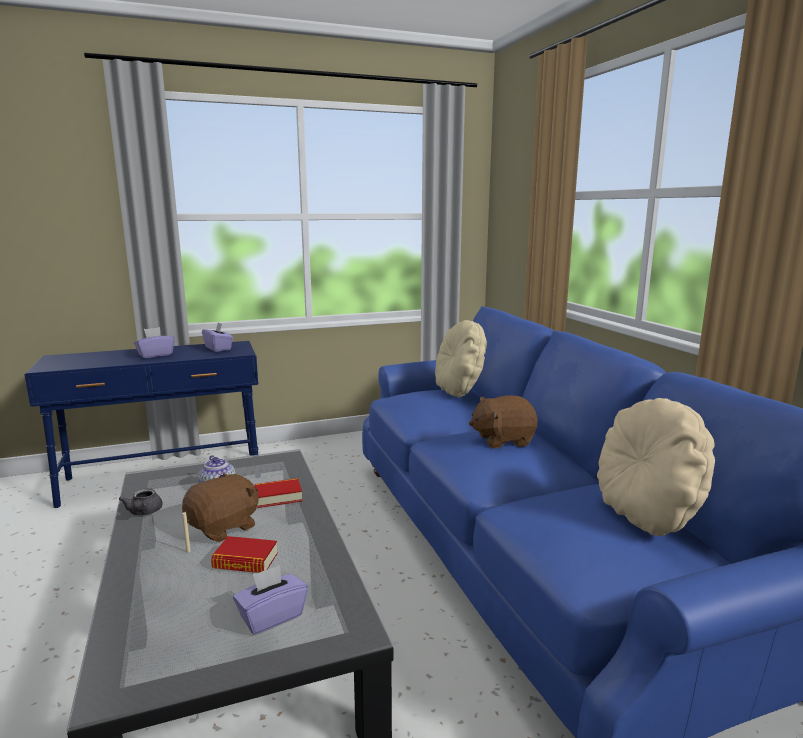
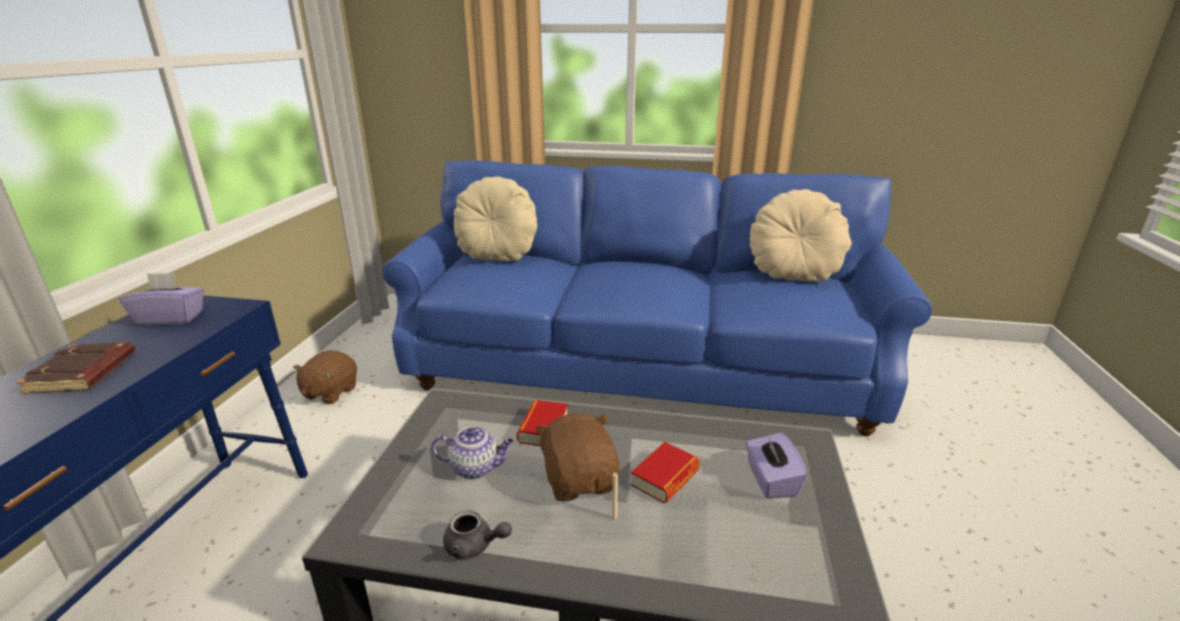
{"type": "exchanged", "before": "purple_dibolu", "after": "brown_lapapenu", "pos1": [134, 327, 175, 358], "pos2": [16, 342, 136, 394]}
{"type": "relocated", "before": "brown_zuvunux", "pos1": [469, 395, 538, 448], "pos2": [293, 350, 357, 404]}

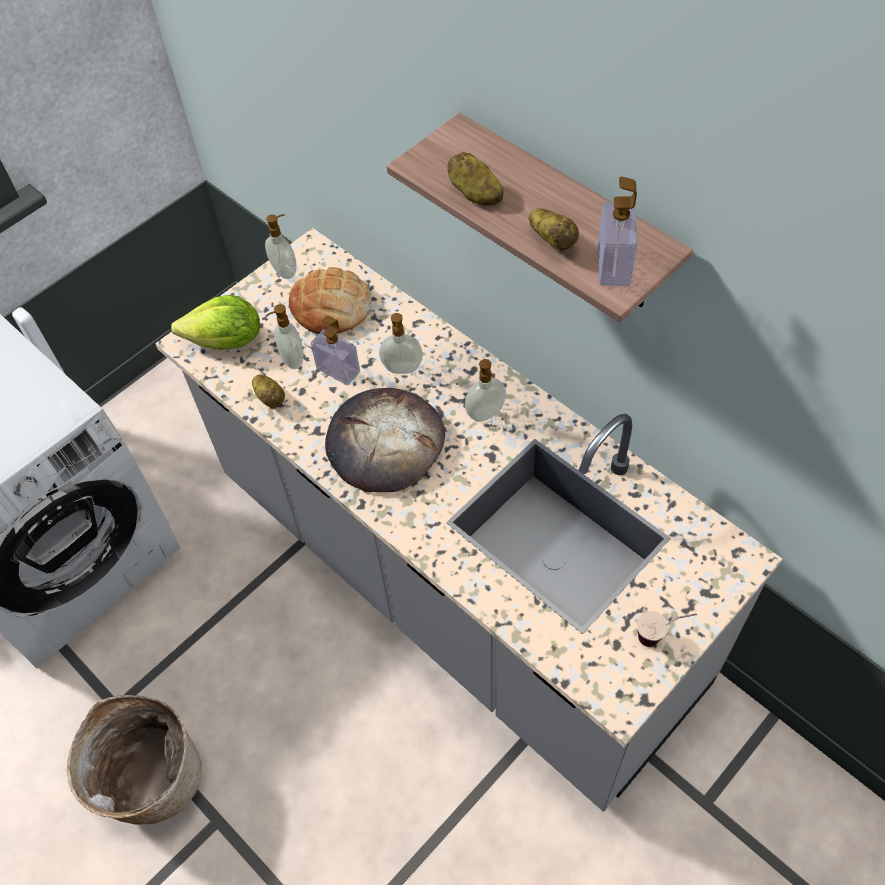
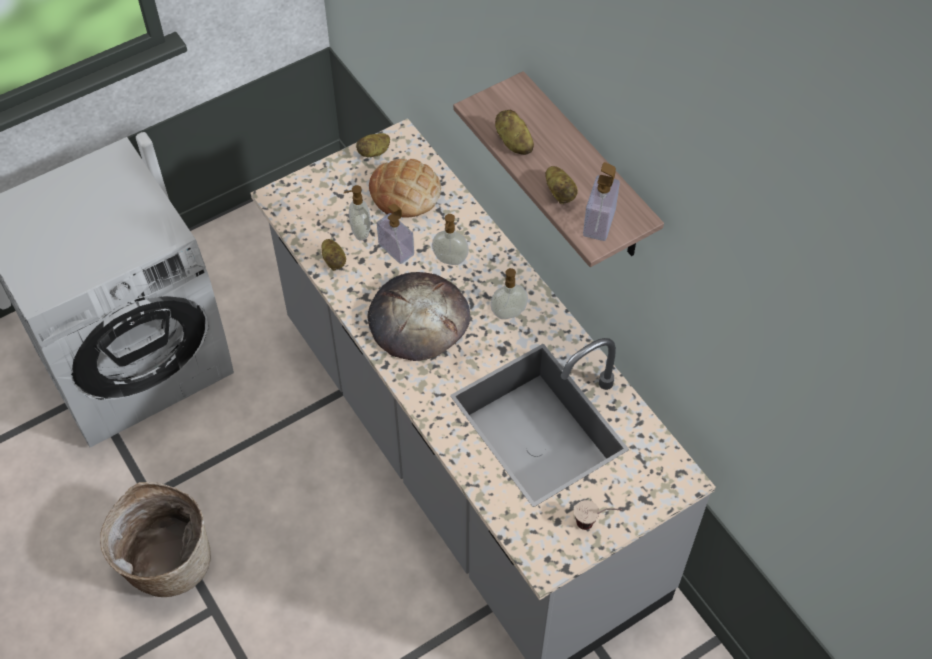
{"type": "exchanged", "before": "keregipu", "after": "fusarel", "pos1": [265, 214, 297, 279], "pos2": [356, 133, 390, 157]}
{"type": "missing", "before": "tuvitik", "pos1": [171, 295, 260, 350]}

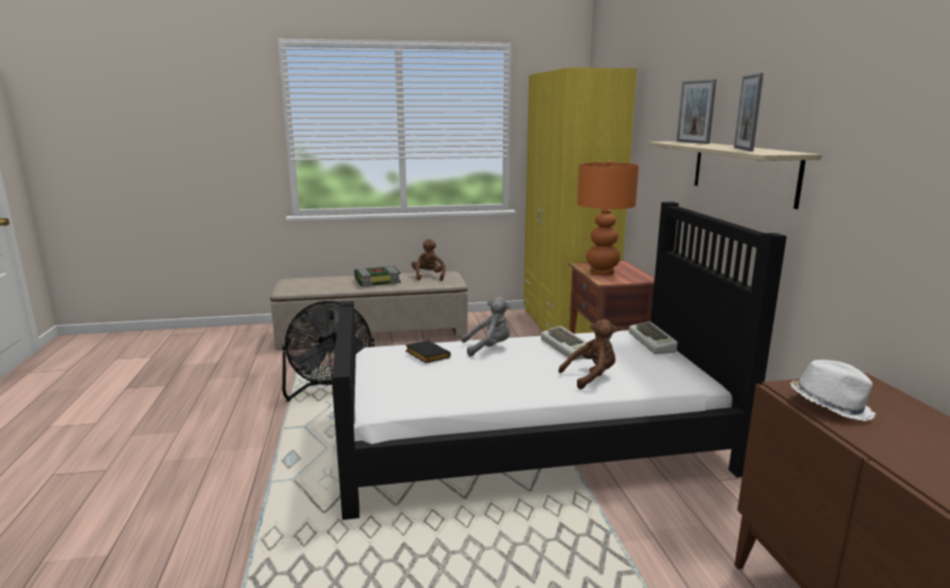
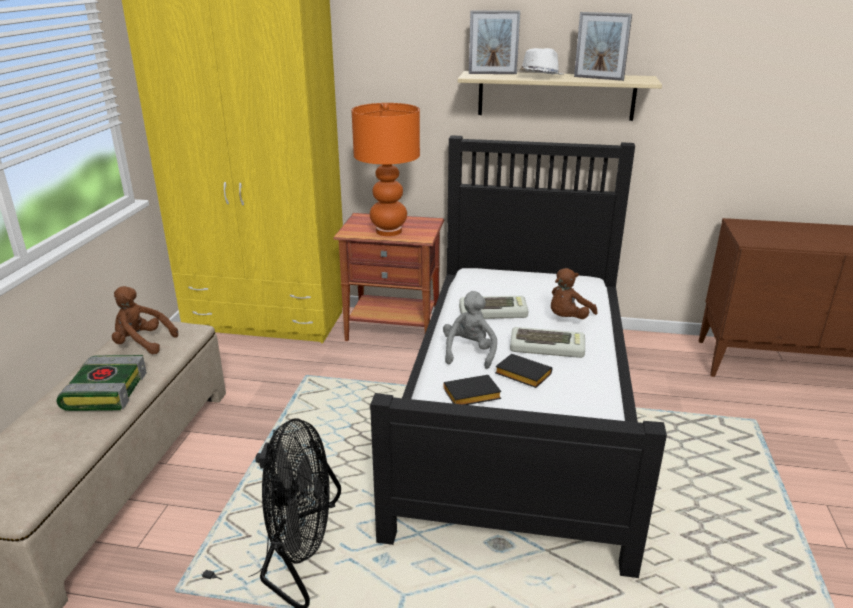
{"type": "spun", "before": "brown_zuvunux", "pos1": [558, 319, 617, 389], "pos2": [551, 268, 597, 319], "turn": -135}
{"type": "relocated", "before": "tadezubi", "pos1": [629, 322, 678, 354], "pos2": [510, 327, 585, 358]}
{"type": "relocated", "before": "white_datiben", "pos1": [790, 360, 876, 421], "pos2": [519, 48, 564, 75]}
{"type": "appeared", "after": "black_lapapenu", "pos2": [495, 354, 552, 388]}

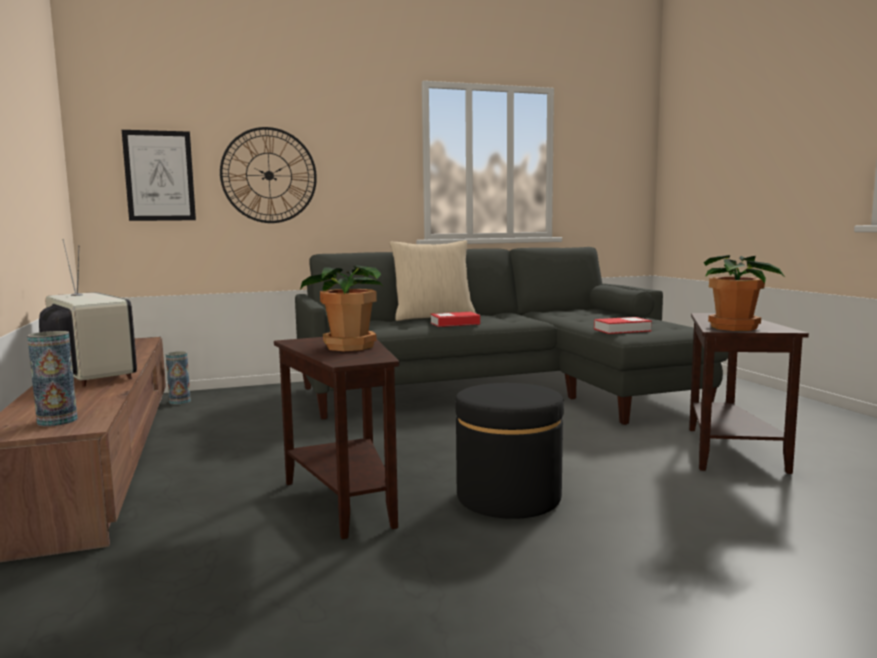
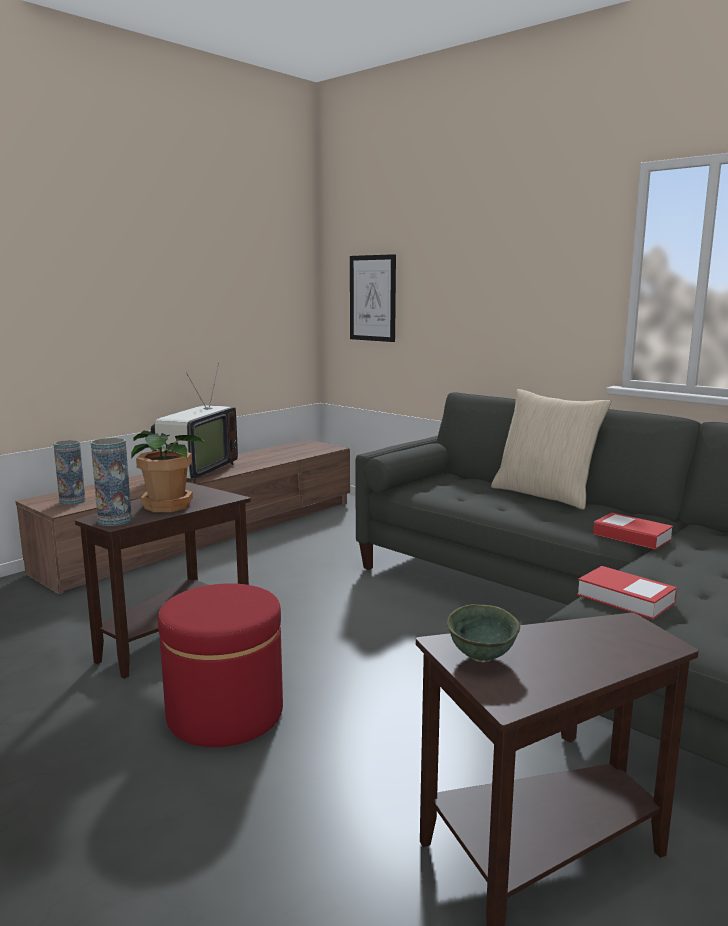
{"type": "missing", "before": "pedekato", "pos1": [220, 127, 317, 223]}
{"type": "exchanged", "before": "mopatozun", "after": "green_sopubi", "pos1": [704, 255, 785, 331], "pos2": [447, 604, 520, 663]}
{"type": "relocated", "before": "lapapenu", "pos1": [430, 312, 480, 327], "pos2": [593, 513, 673, 550]}
{"type": "relocated", "before": "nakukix", "pos1": [166, 351, 191, 405], "pos2": [91, 438, 132, 526]}
{"type": "colour", "before": "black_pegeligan", "after": "red_pegeligan", "pos1": [455, 383, 564, 519], "pos2": [158, 583, 283, 747]}

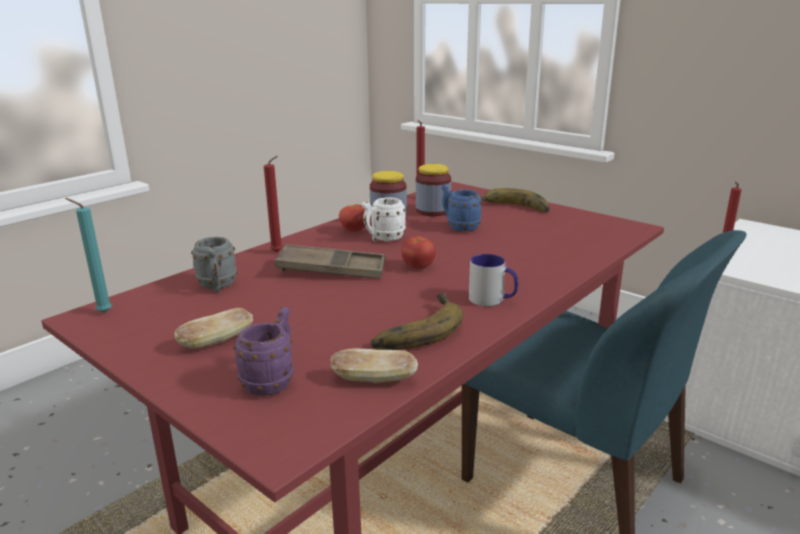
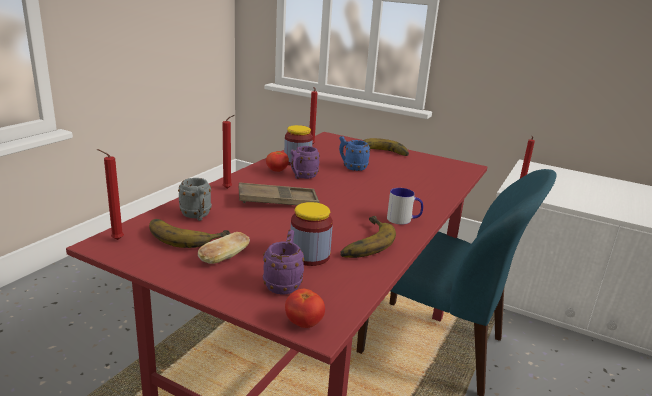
{"type": "relocated", "before": "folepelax", "pos1": [416, 164, 451, 216], "pos2": [291, 202, 333, 266]}
{"type": "colour", "before": "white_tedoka", "after": "purple_tedoka", "pos1": [362, 197, 406, 242], "pos2": [291, 146, 320, 179]}
{"type": "colour", "before": "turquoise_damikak", "after": "red_damikak", "pos1": [65, 198, 112, 313], "pos2": [97, 149, 124, 240]}
{"type": "relocated", "before": "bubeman", "pos1": [401, 236, 436, 269], "pos2": [285, 289, 325, 328]}
{"type": "missing", "before": "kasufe", "pos1": [330, 349, 418, 383]}
{"type": "appeared", "after": "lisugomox", "pos2": [149, 219, 231, 248]}

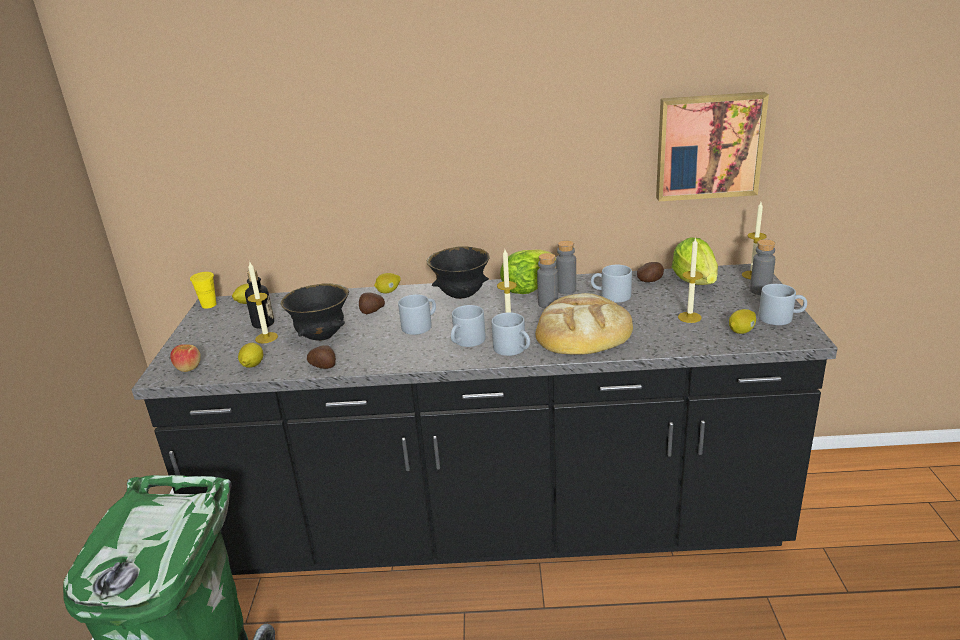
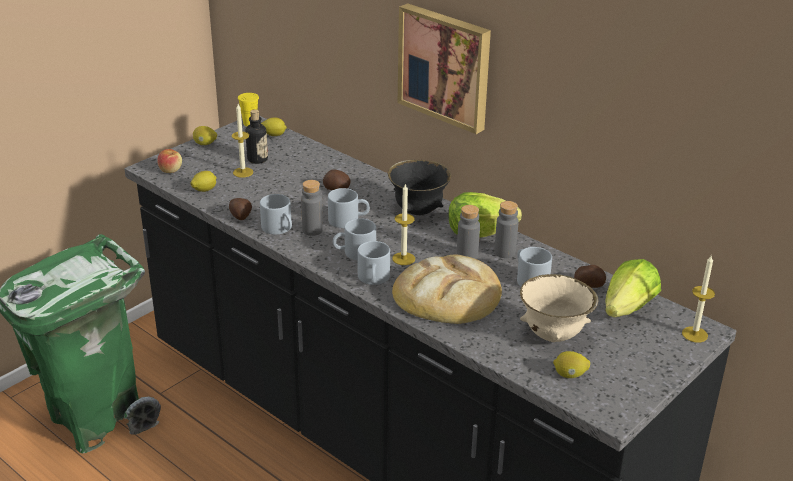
{"type": "relocated", "before": "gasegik", "pos1": [656, 92, 769, 201], "pos2": [398, 3, 491, 134]}
{"type": "exchanged", "before": "damikak", "after": "beige_sopubi", "pos1": [678, 237, 703, 323], "pos2": [520, 274, 598, 342]}
{"type": "relocated", "before": "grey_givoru", "pos1": [750, 239, 776, 295], "pos2": [301, 180, 323, 236]}
{"type": "relocated", "before": "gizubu", "pos1": [374, 273, 401, 293], "pos2": [193, 126, 217, 145]}
{"type": "missing", "before": "black_sopubi", "pos1": [281, 283, 349, 341]}
{"type": "relocated", "before": "grey_tedoka", "pos1": [759, 284, 807, 325], "pos2": [260, 194, 292, 235]}

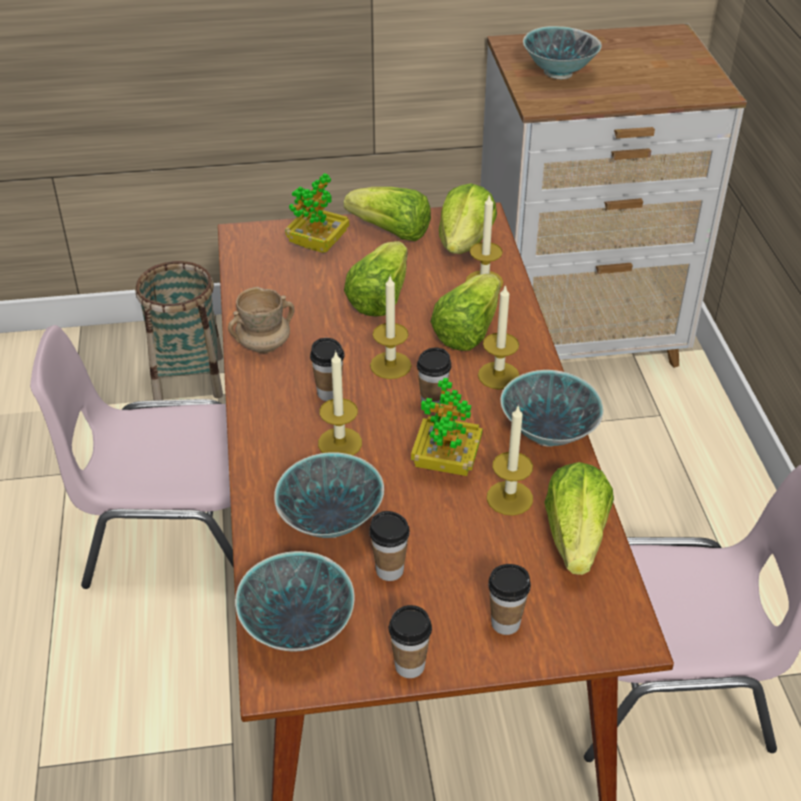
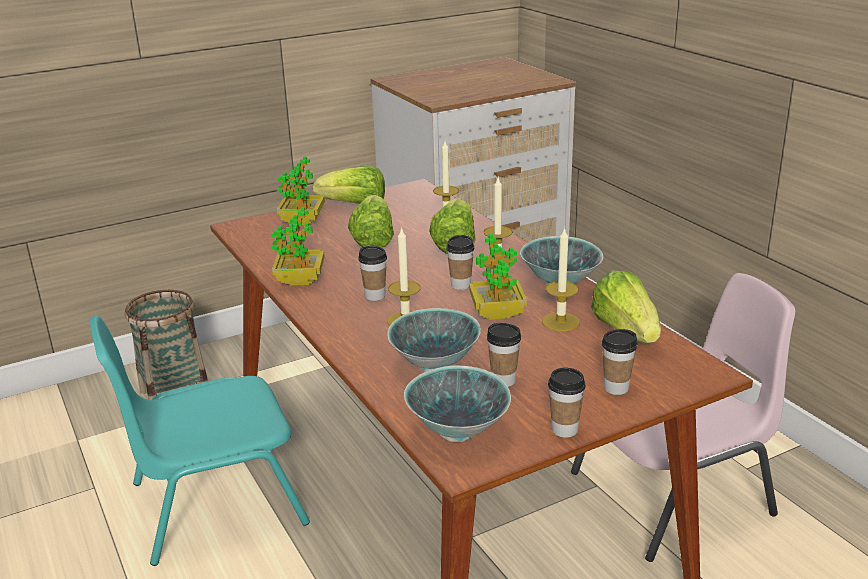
{"type": "missing", "before": "sopubi", "pos1": [523, 26, 602, 79]}
{"type": "missing", "before": "tuvitik", "pos1": [439, 183, 497, 254]}
{"type": "missing", "before": "damikak", "pos1": [370, 276, 411, 379]}
{"type": "exchanged", "before": "beige_tedoka", "after": "mopatozun", "pos1": [228, 287, 294, 354], "pos2": [271, 207, 325, 285]}
{"type": "colour", "before": "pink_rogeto", "after": "turquoise_rogeto", "pos1": [30, 325, 234, 589], "pos2": [90, 315, 310, 566]}

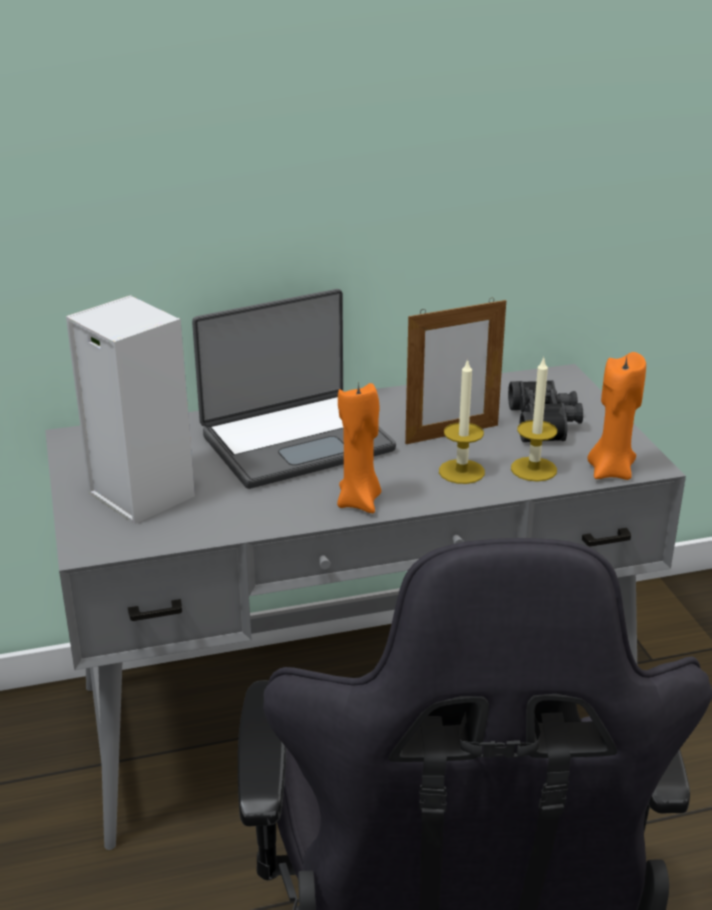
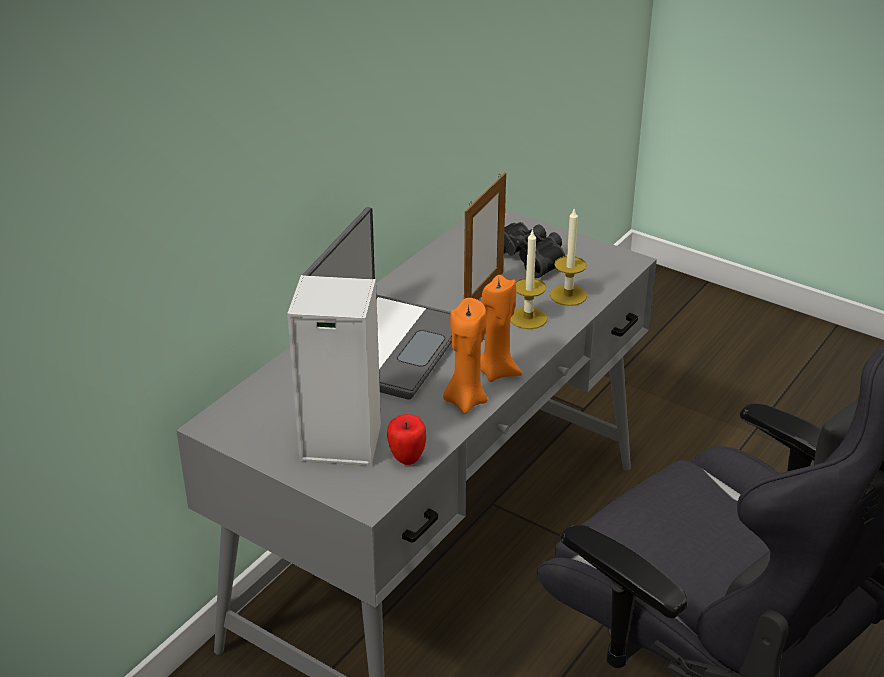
{"type": "relocated", "before": "orange_damikak", "pos1": [587, 352, 646, 480], "pos2": [443, 298, 488, 414]}
{"type": "appeared", "after": "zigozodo", "pos2": [387, 414, 426, 465]}

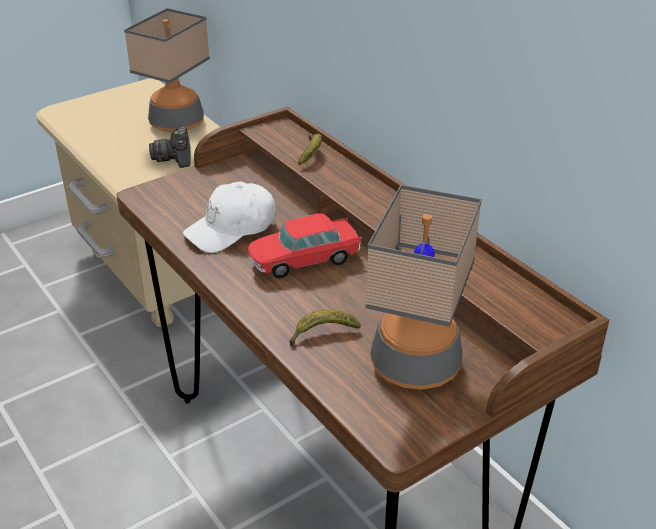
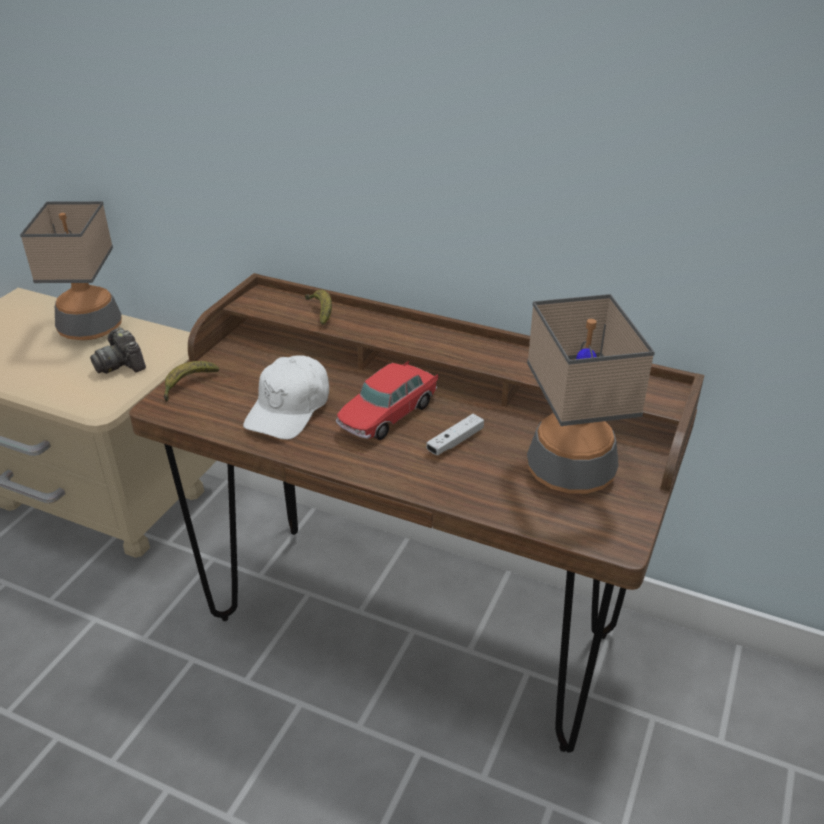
{"type": "relocated", "before": "lisugomox", "pos1": [290, 310, 361, 346], "pos2": [164, 361, 219, 402]}
{"type": "appeared", "after": "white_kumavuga", "pos2": [426, 414, 484, 455]}

